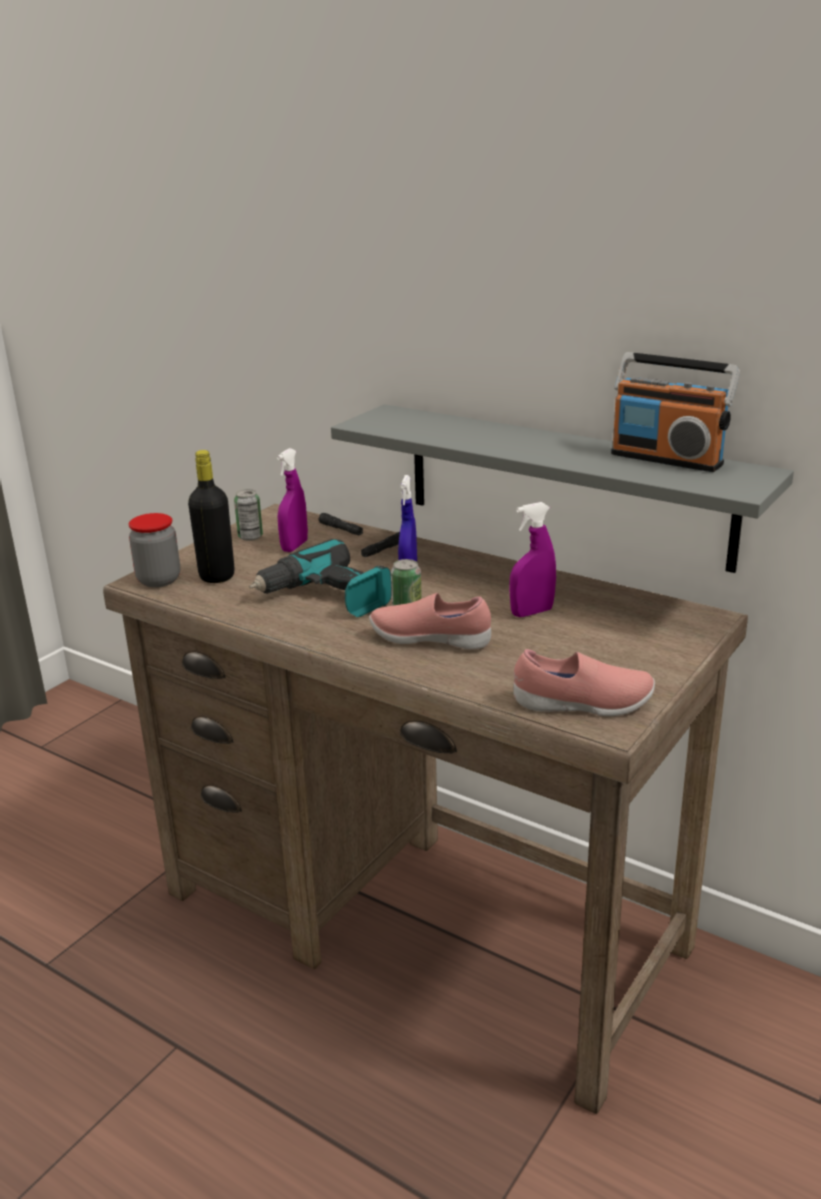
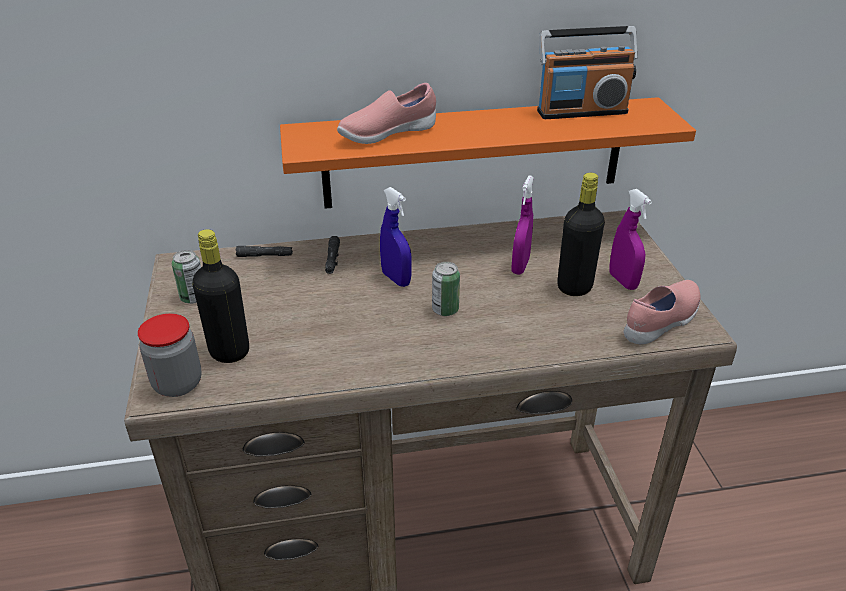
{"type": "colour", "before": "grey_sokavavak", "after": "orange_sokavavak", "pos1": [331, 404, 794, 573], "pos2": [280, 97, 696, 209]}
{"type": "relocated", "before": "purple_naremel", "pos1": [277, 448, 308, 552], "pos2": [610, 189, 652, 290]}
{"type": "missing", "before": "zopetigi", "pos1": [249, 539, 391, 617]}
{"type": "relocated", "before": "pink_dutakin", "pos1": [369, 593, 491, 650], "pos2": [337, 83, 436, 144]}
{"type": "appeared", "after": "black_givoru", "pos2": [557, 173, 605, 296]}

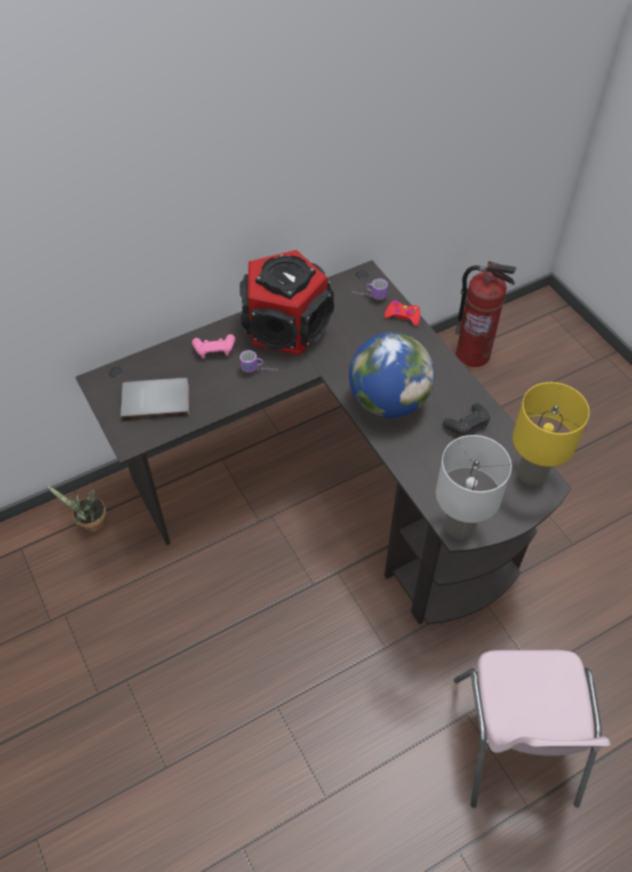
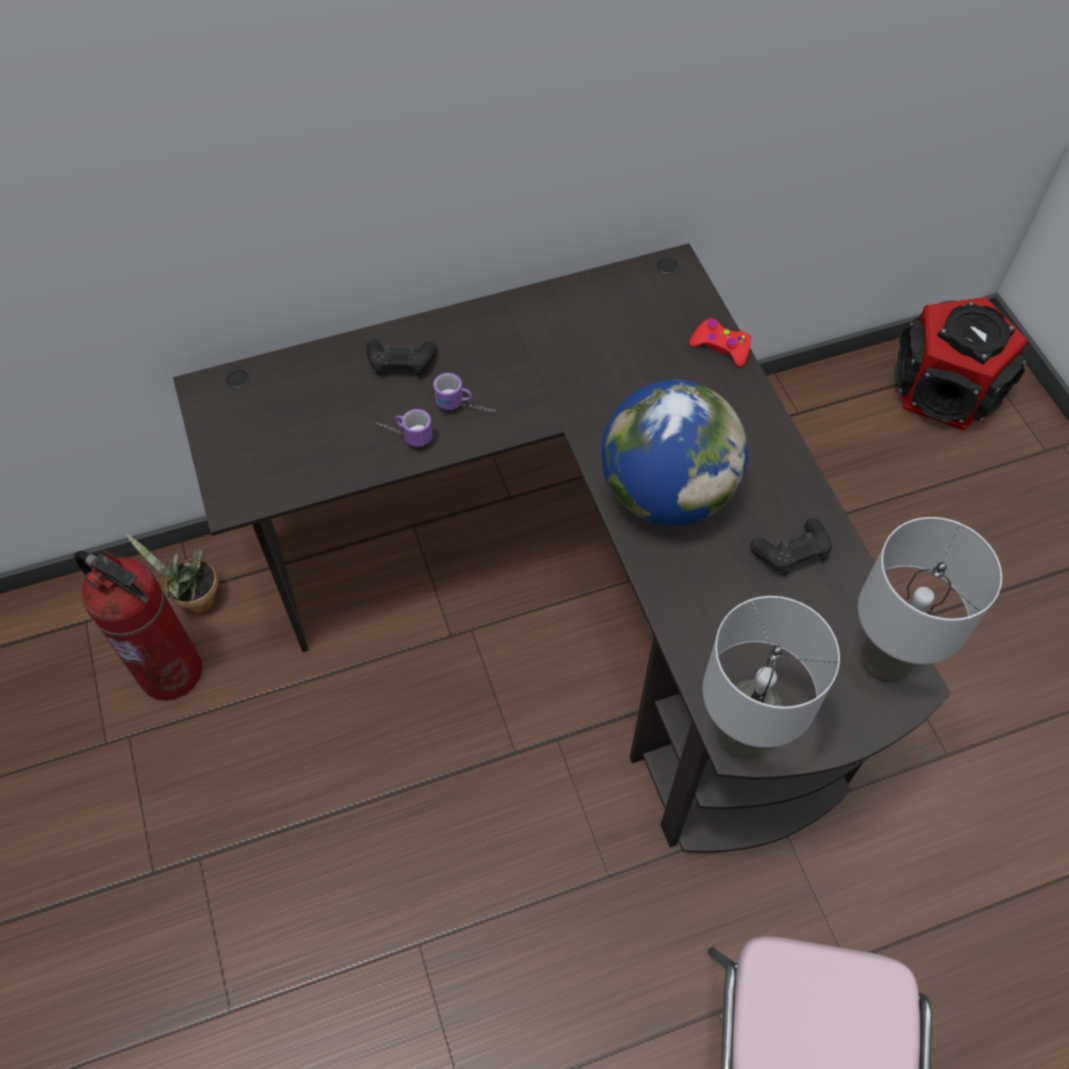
{"type": "relocated", "before": "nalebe", "pos1": [240, 250, 334, 355], "pos2": [894, 297, 1028, 430]}
{"type": "relocated", "before": "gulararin", "pos1": [455, 261, 516, 367], "pos2": [74, 550, 202, 701]}
{"type": "relocated", "before": "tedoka", "pos1": [353, 279, 388, 300], "pos2": [376, 409, 433, 447]}
{"type": "colour", "before": "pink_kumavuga", "after": "black_kumavuga", "pos1": [192, 334, 235, 359], "pos2": [366, 339, 437, 376]}
{"type": "missing", "before": "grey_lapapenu", "pos1": [121, 378, 189, 421]}
{"type": "colour", "before": "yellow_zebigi", "after": "white_zebigi", "pos1": [512, 382, 589, 487], "pos2": [858, 517, 1002, 682]}

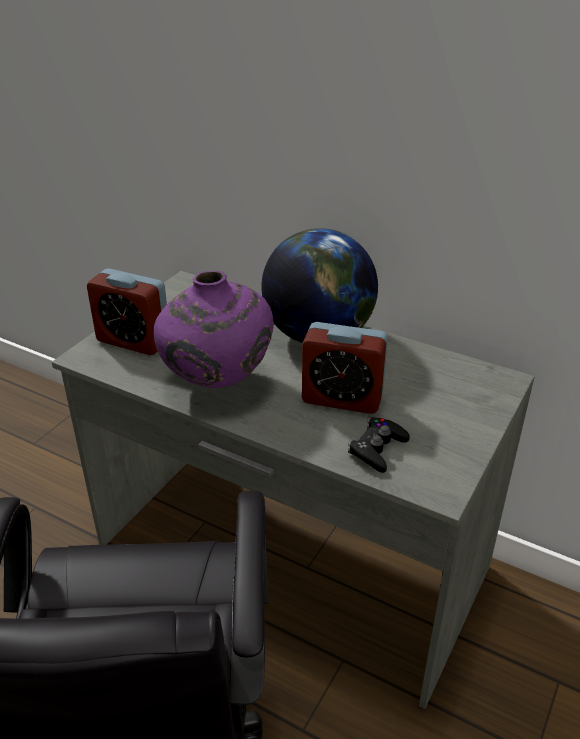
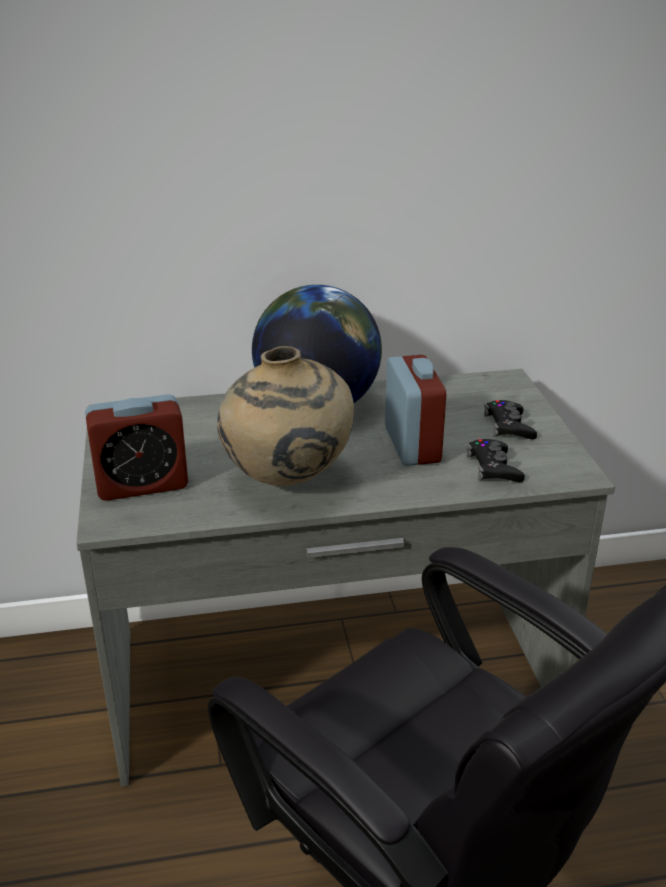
{"type": "colour", "before": "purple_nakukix", "after": "beige_nakukix", "pos1": [154, 271, 274, 388], "pos2": [217, 346, 354, 486]}
{"type": "spun", "before": "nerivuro", "pos1": [302, 322, 388, 414], "pos2": [385, 355, 446, 466], "turn": -75}
{"type": "appeared", "after": "black_kumavuga", "pos2": [484, 400, 537, 440]}

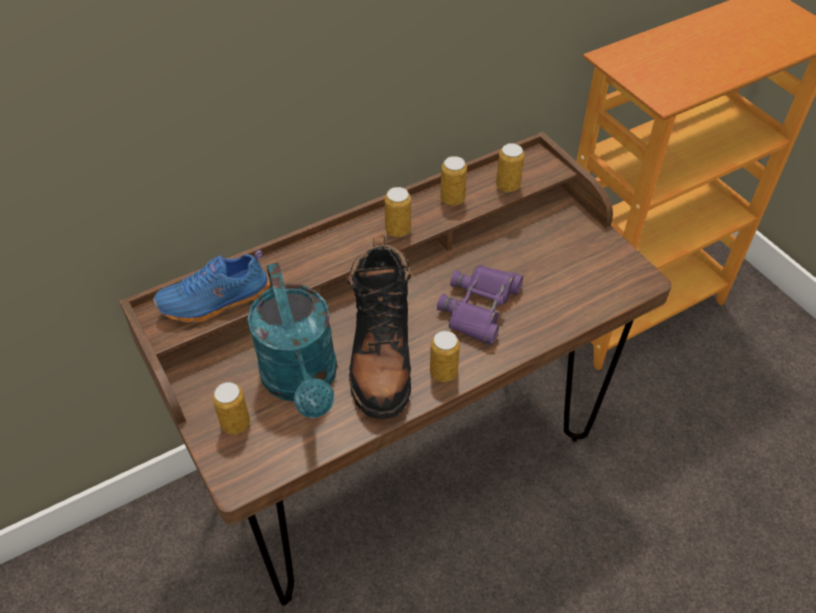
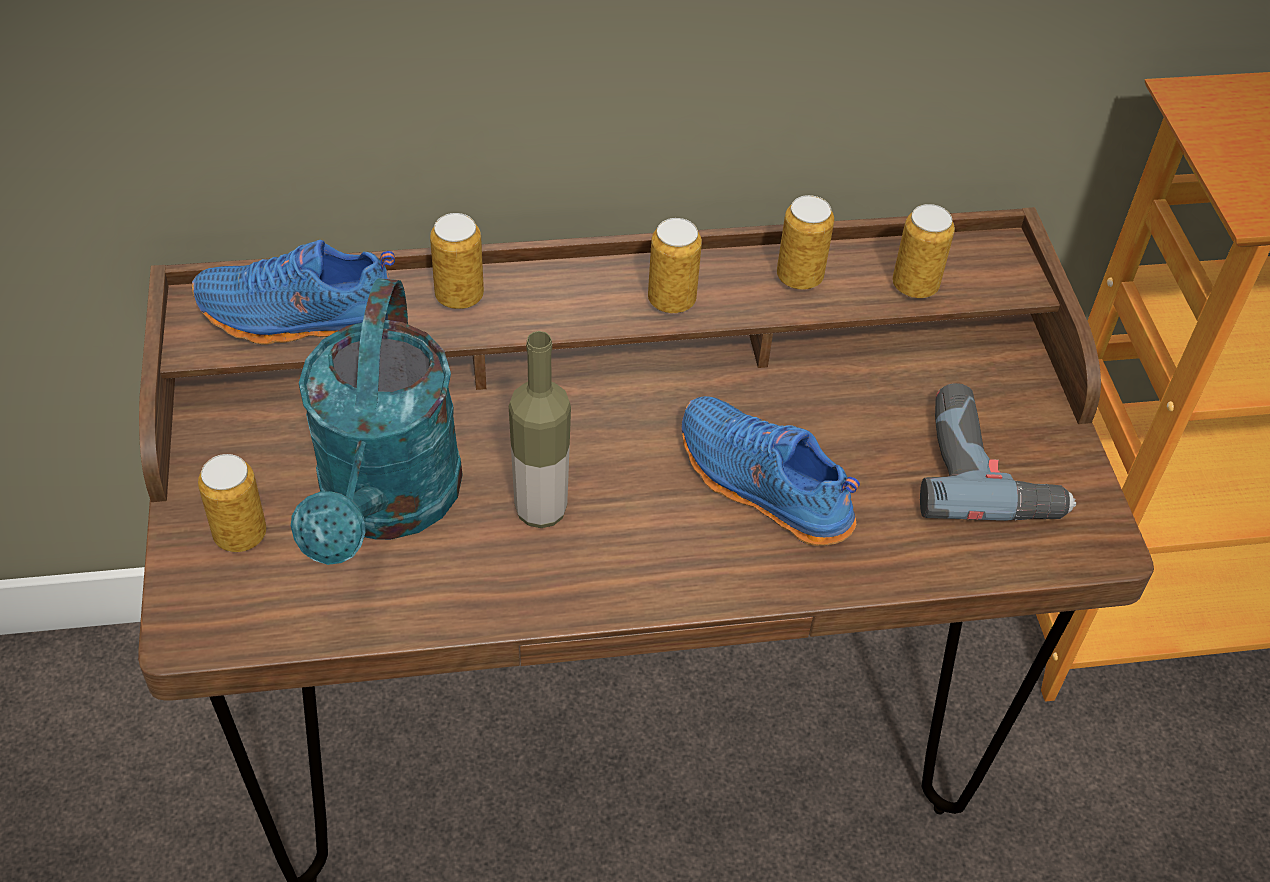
{"type": "exchanged", "before": "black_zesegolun", "after": "givoru", "pos1": [347, 235, 412, 419], "pos2": [509, 331, 571, 528]}
{"type": "exchanged", "before": "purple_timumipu", "after": "blue_dutakin", "pos1": [437, 265, 523, 345], "pos2": [682, 396, 860, 546]}
{"type": "relocated", "before": "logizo", "pos1": [430, 331, 460, 382], "pos2": [430, 213, 484, 309]}
{"type": "appeared", "after": "zopetigi", "pos2": [920, 383, 1076, 521]}

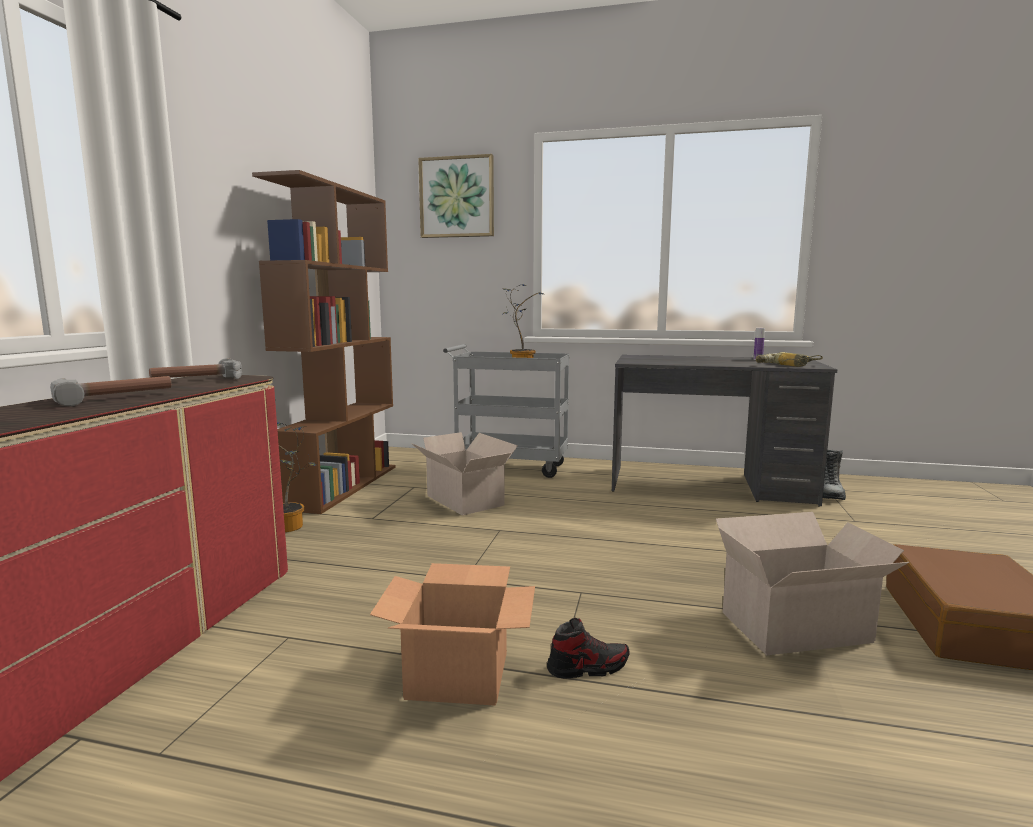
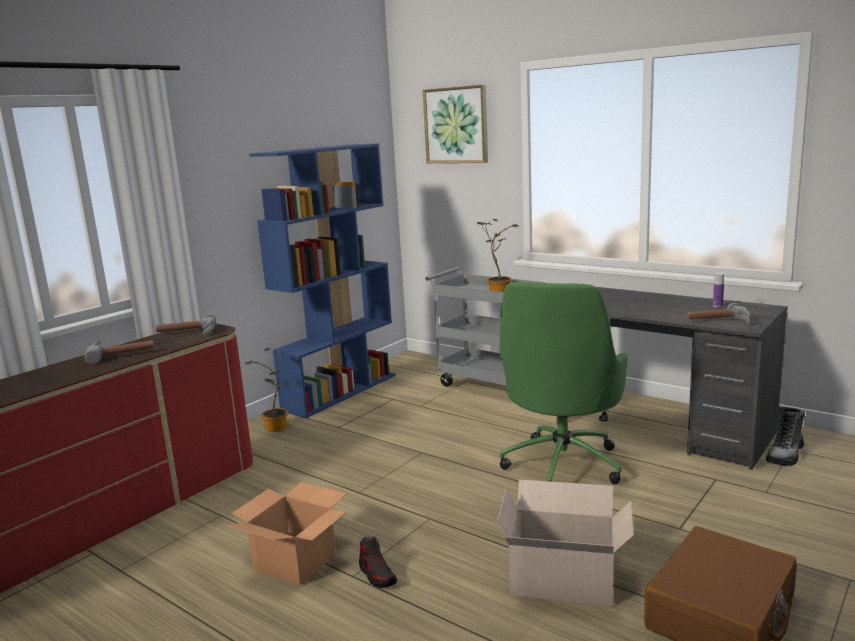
{"type": "colour", "before": "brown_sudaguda", "after": "blue_sudaguda", "pos1": [252, 170, 396, 514], "pos2": [249, 144, 396, 418]}
{"type": "exchanged", "before": "zopetigi", "after": "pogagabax", "pos1": [756, 352, 823, 367], "pos2": [687, 303, 750, 325]}
{"type": "missing", "before": "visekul", "pos1": [411, 432, 518, 516]}
{"type": "spun", "before": "dutakin", "pos1": [547, 618, 630, 679], "pos2": [359, 536, 397, 588], "turn": 45}
{"type": "appeared", "after": "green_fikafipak", "pos2": [500, 282, 628, 484]}

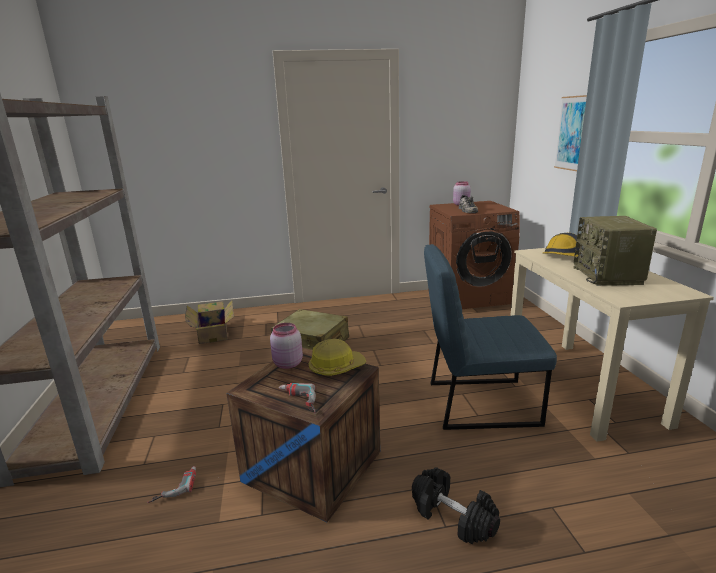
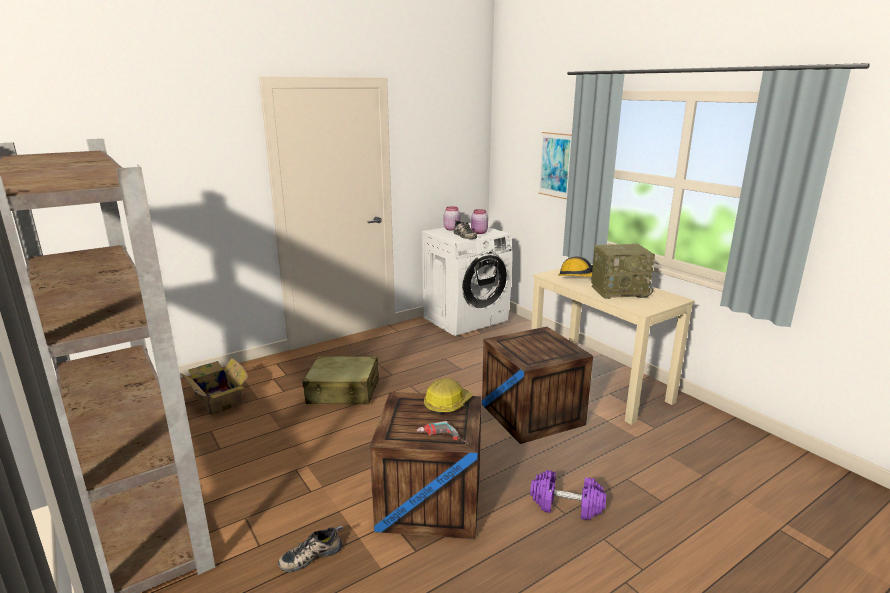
{"type": "colour", "before": "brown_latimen", "after": "white_latimen", "pos1": [428, 201, 520, 309], "pos2": [421, 223, 513, 336]}
{"type": "spun", "before": "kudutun", "pos1": [574, 216, 657, 286], "pos2": [591, 244, 655, 299], "turn": -75}
{"type": "exchanged", "before": "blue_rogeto", "after": "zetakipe", "pos1": [424, 244, 557, 430], "pos2": [482, 327, 593, 444]}
{"type": "relocated", "before": "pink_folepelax", "pos1": [270, 323, 303, 369], "pos2": [471, 209, 488, 234]}
{"type": "exchanged", "before": "zopetigi", "after": "dutakin", "pos1": [147, 466, 196, 503], "pos2": [278, 526, 343, 572]}
{"type": "colour", "before": "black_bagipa", "after": "purple_bagipa", "pos1": [412, 467, 500, 544], "pos2": [530, 470, 606, 520]}

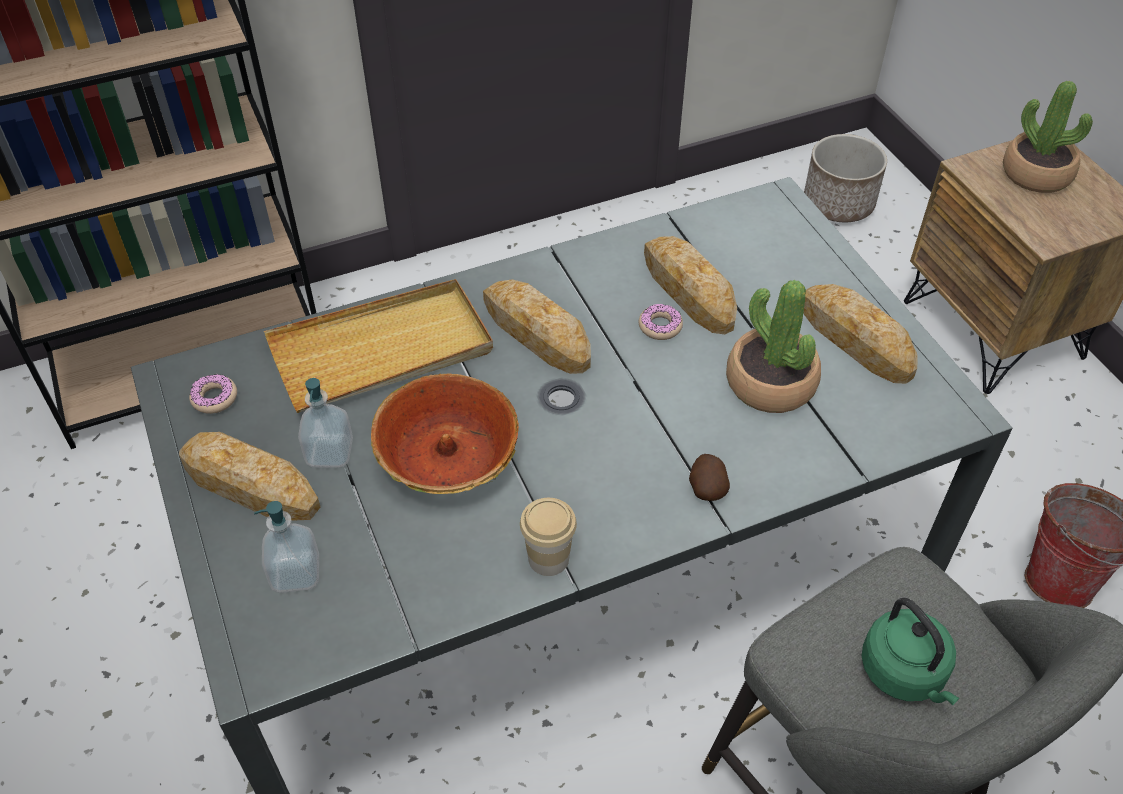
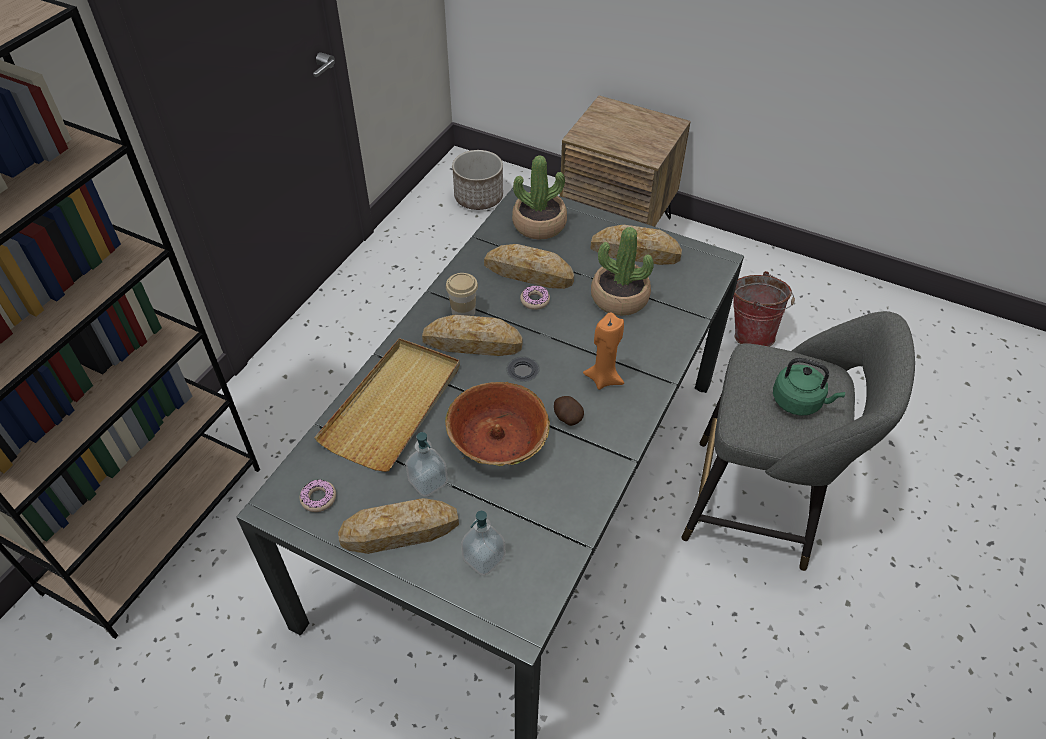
{"type": "relocated", "before": "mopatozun", "pos1": [1003, 81, 1093, 193], "pos2": [512, 155, 567, 240]}
{"type": "relocated", "before": "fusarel", "pos1": [689, 454, 730, 501], "pos2": [554, 396, 584, 426]}
{"type": "relocated", "before": "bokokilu", "pos1": [520, 498, 577, 576], "pos2": [446, 273, 478, 316]}
{"type": "appeared", "after": "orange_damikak", "pos2": [583, 312, 624, 390]}

